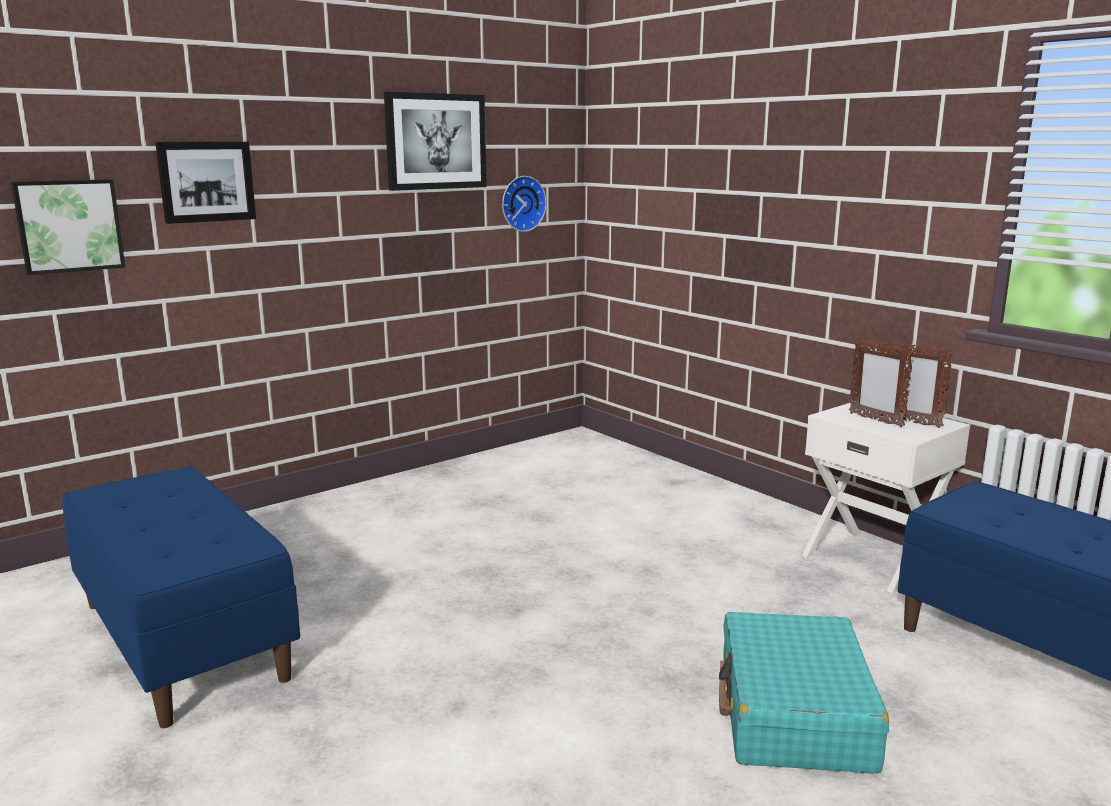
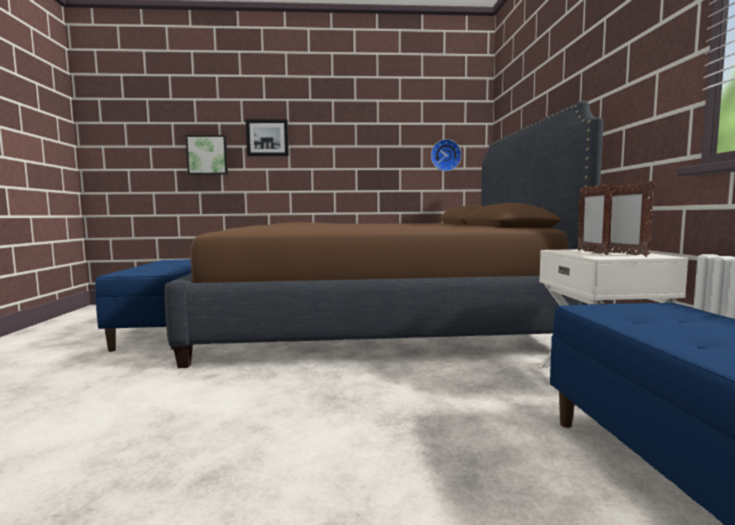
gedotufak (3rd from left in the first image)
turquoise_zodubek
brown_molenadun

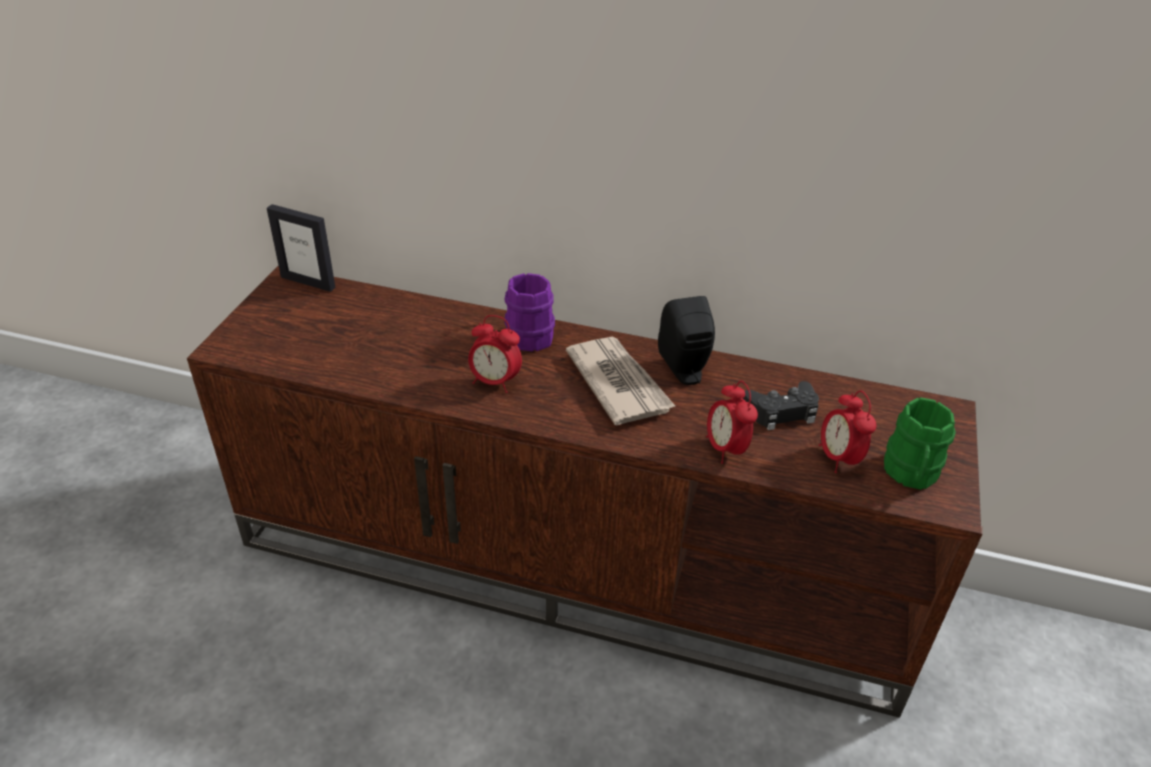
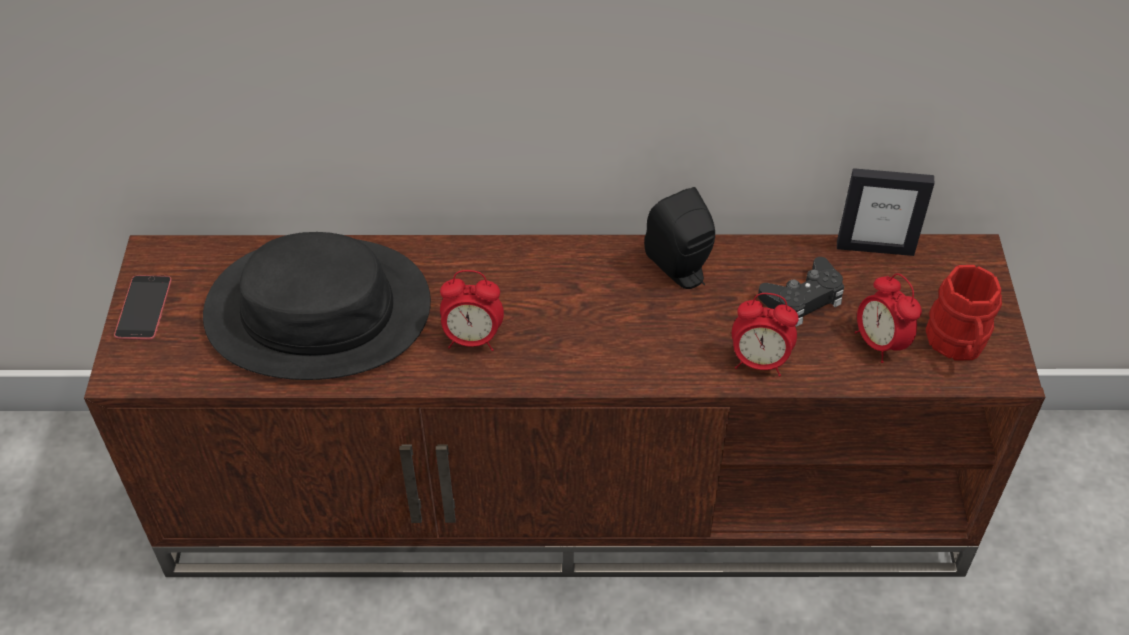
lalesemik
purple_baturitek
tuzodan
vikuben (2nd from left)
red_baturitek
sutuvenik
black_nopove

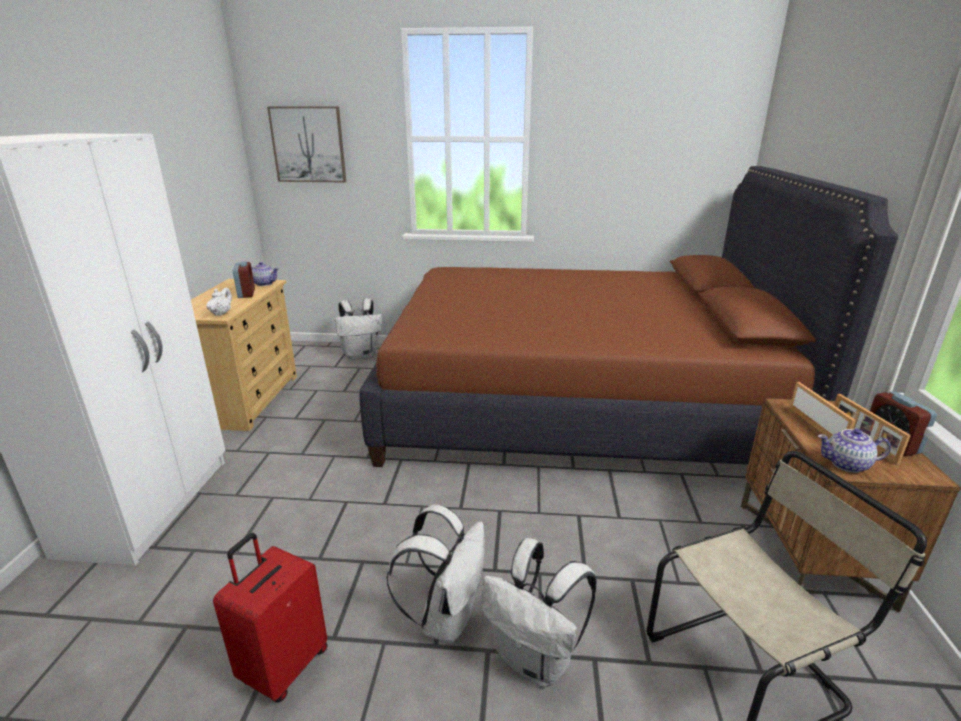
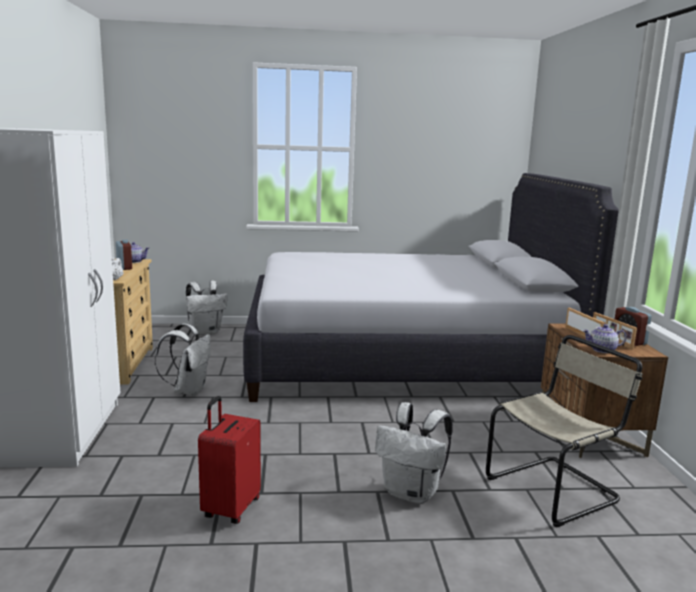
gedotufak
white_molenadun
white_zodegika (1st from left)

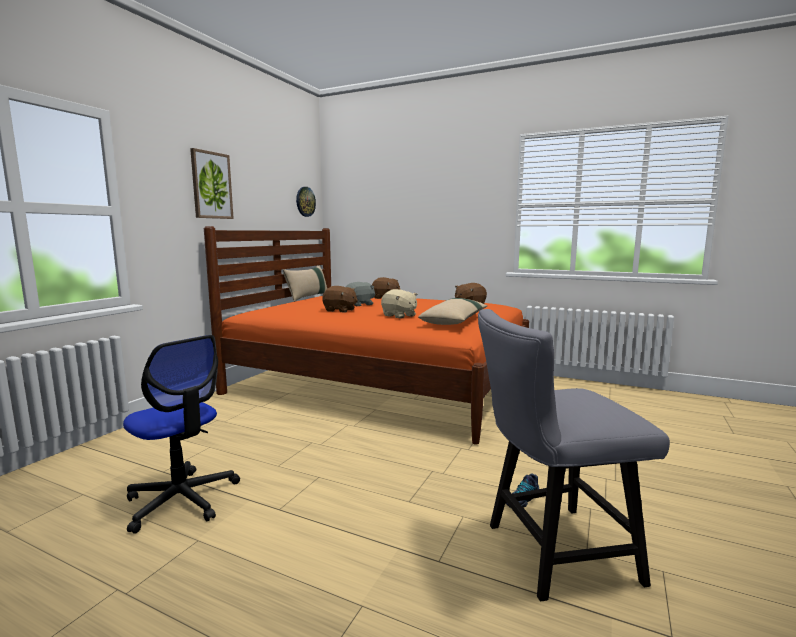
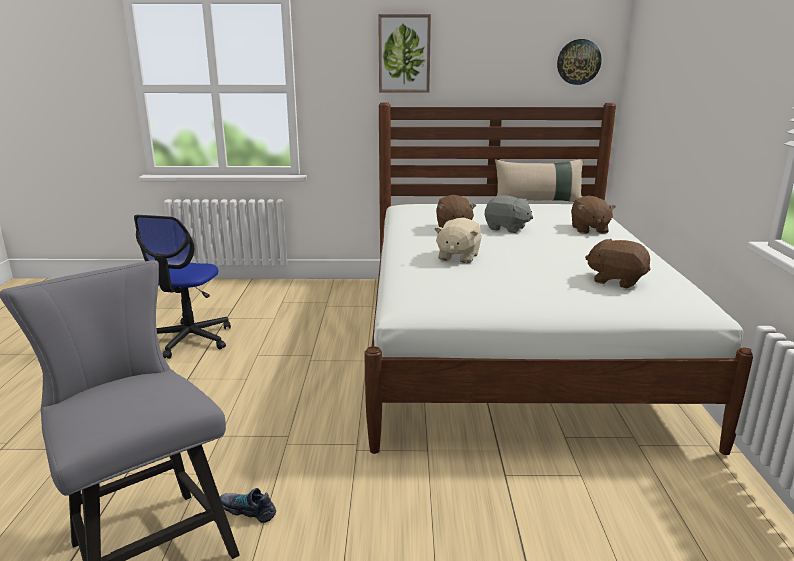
white_molenadun
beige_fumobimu (2nd from left in the first image)

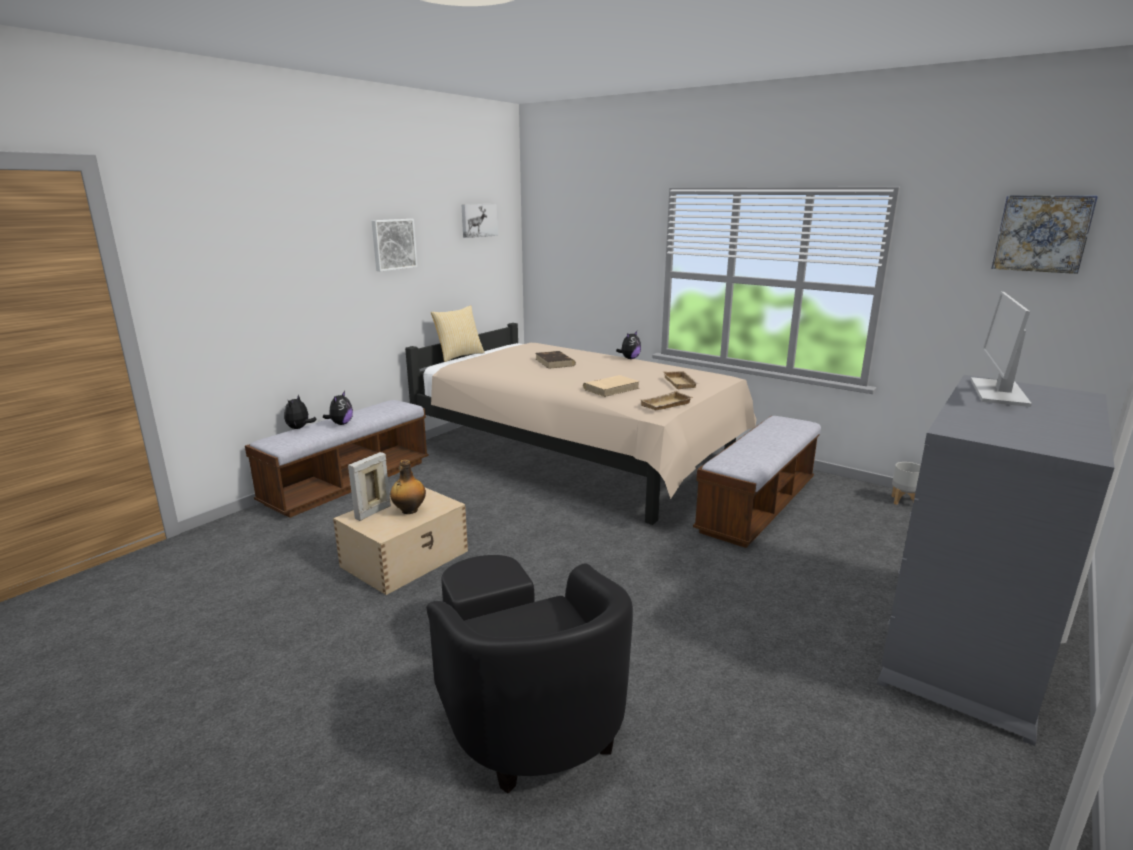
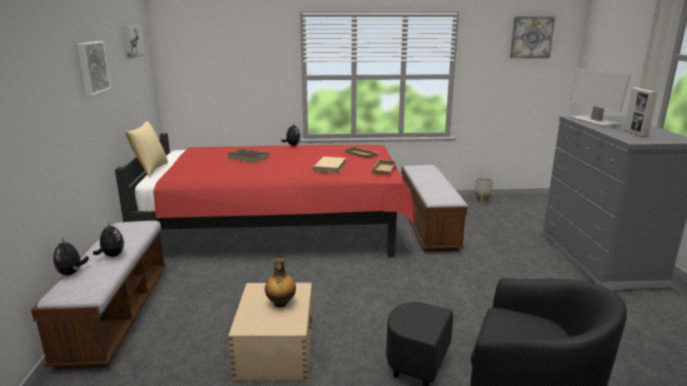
lalesemik
red_molenadun

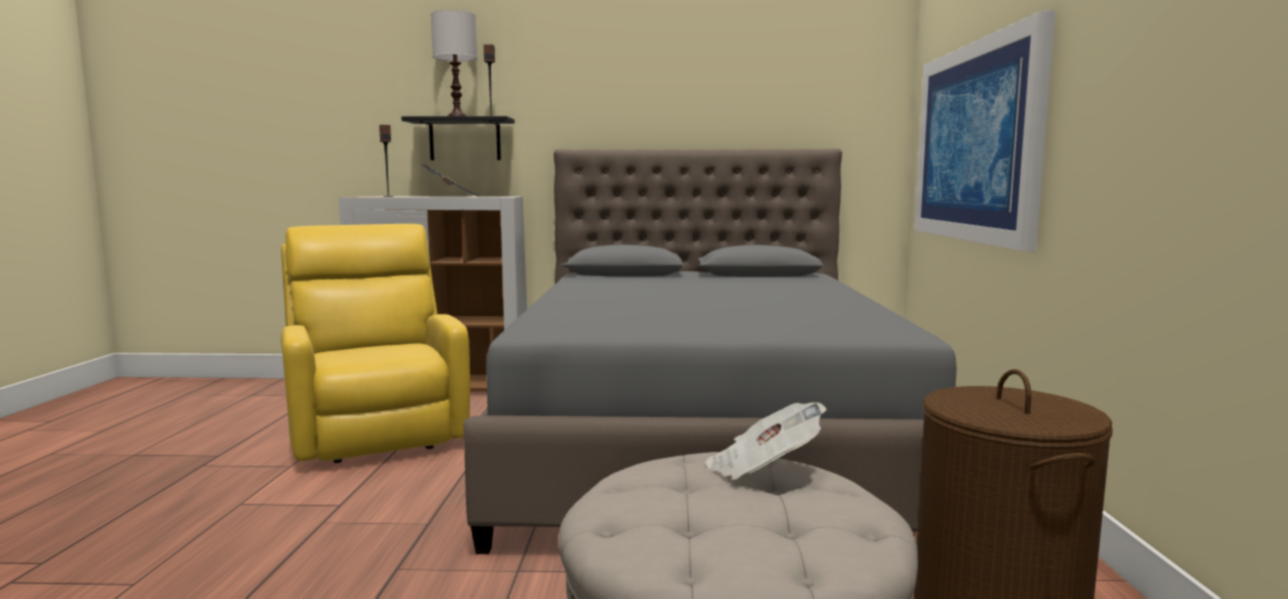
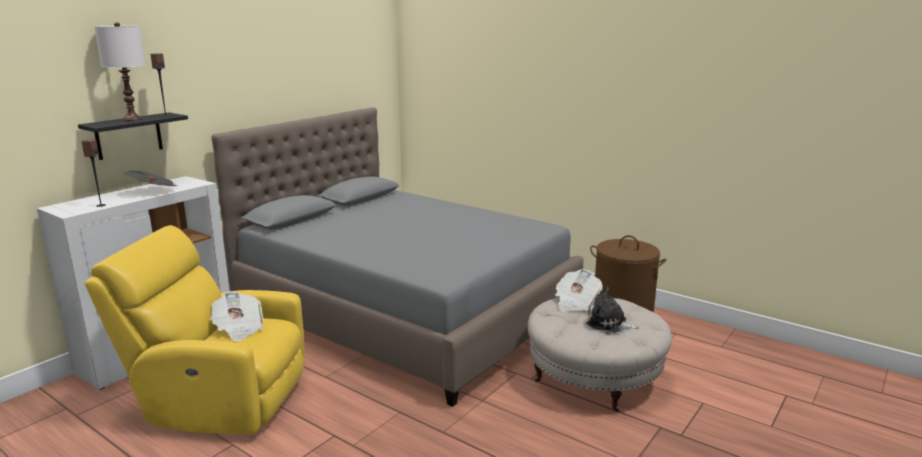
gedotufak
tuzodan (2nd from left)
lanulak

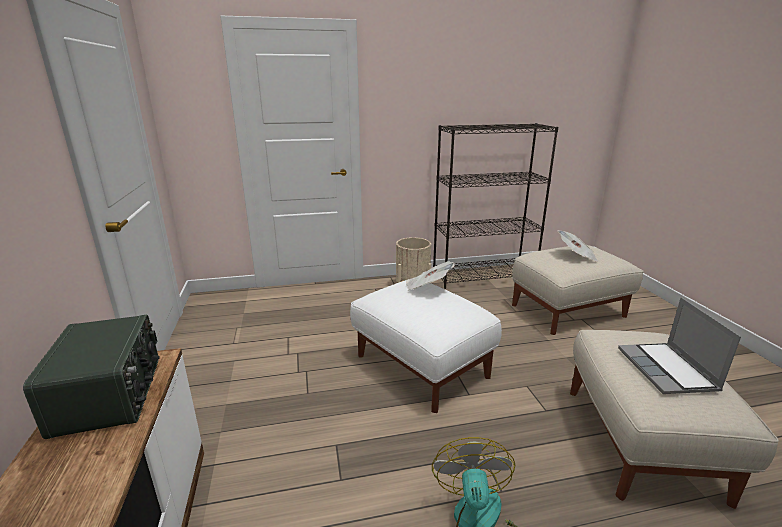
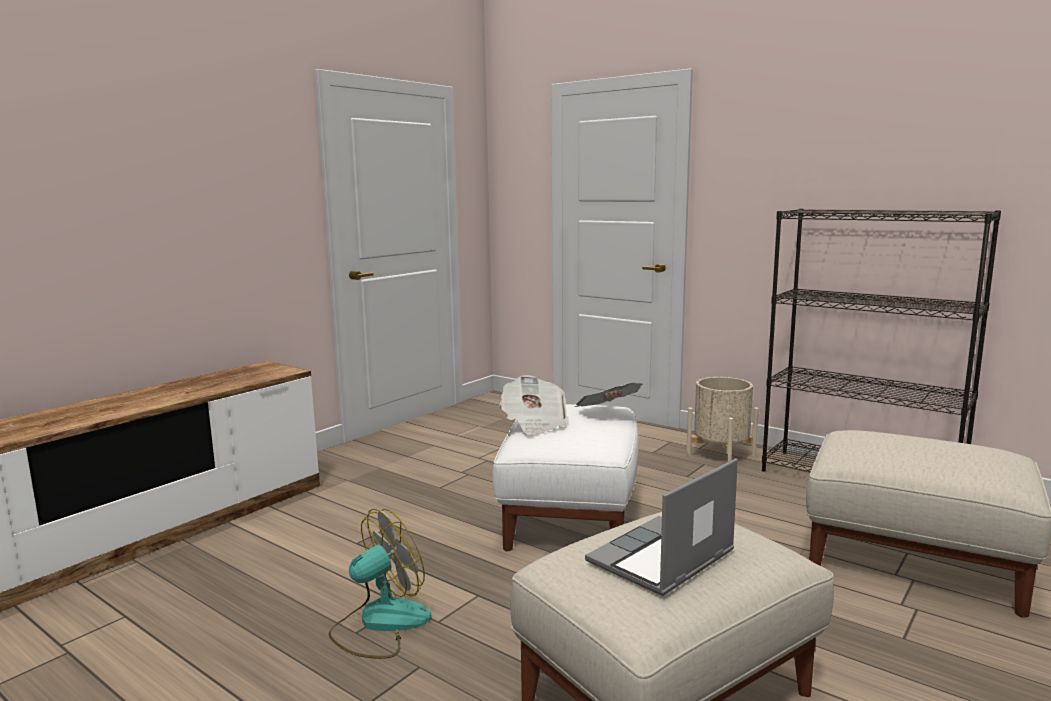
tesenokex
tuzodan (1st from left)

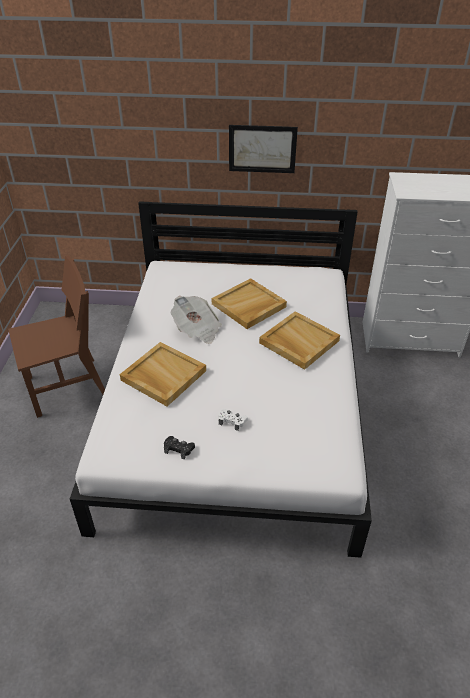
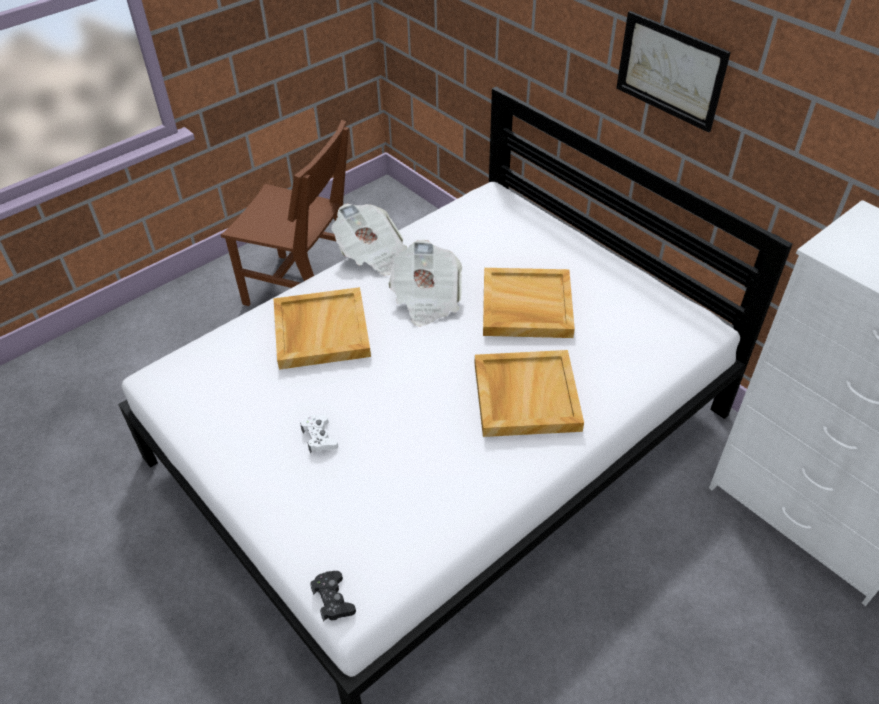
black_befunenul
tuzodan (1st from left)

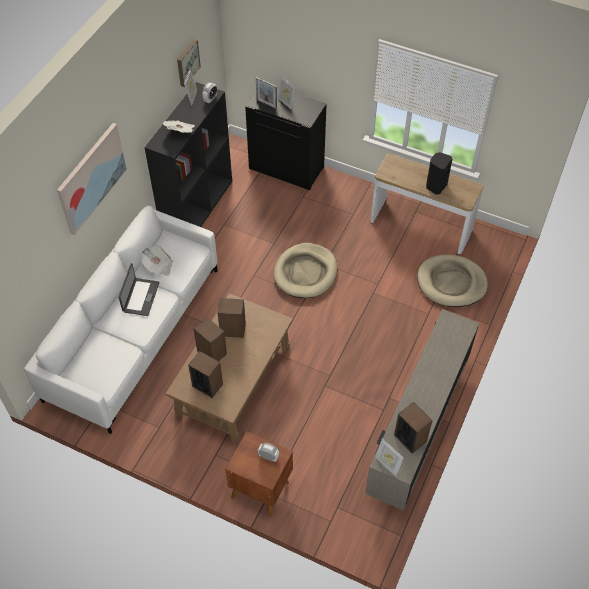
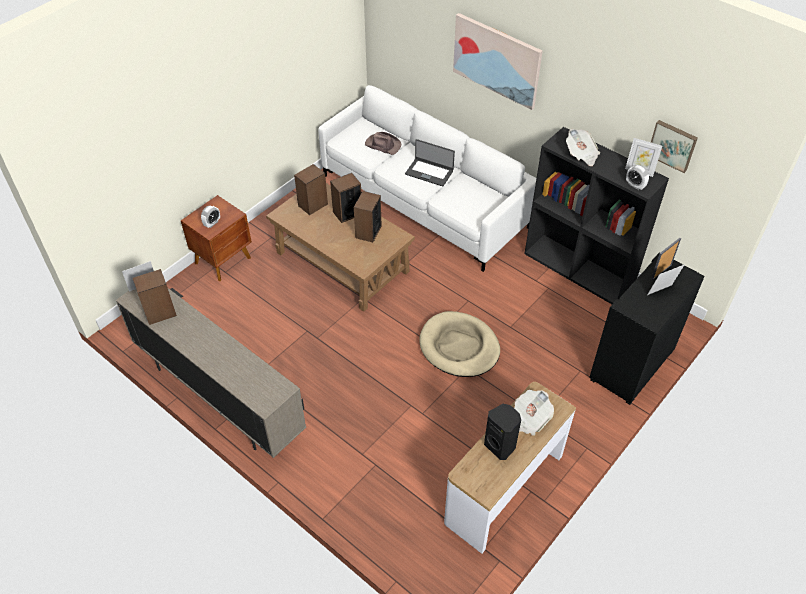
tuzodan (1st from left)
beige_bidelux (2nd from left in the first image)
brown_nopove

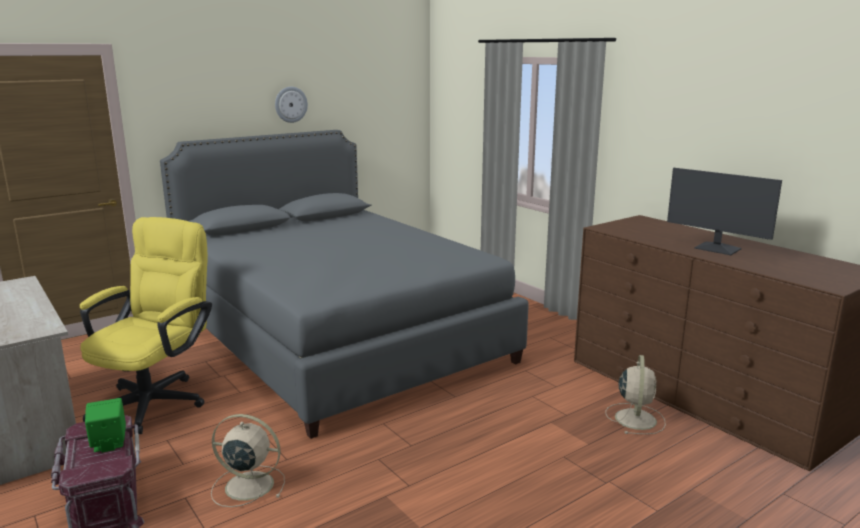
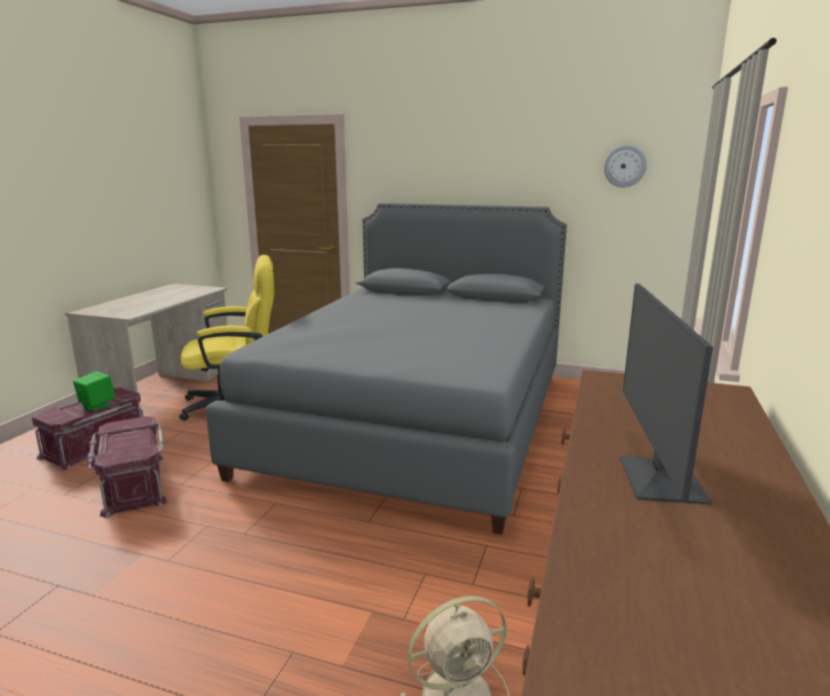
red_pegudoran (2nd from left)
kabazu

